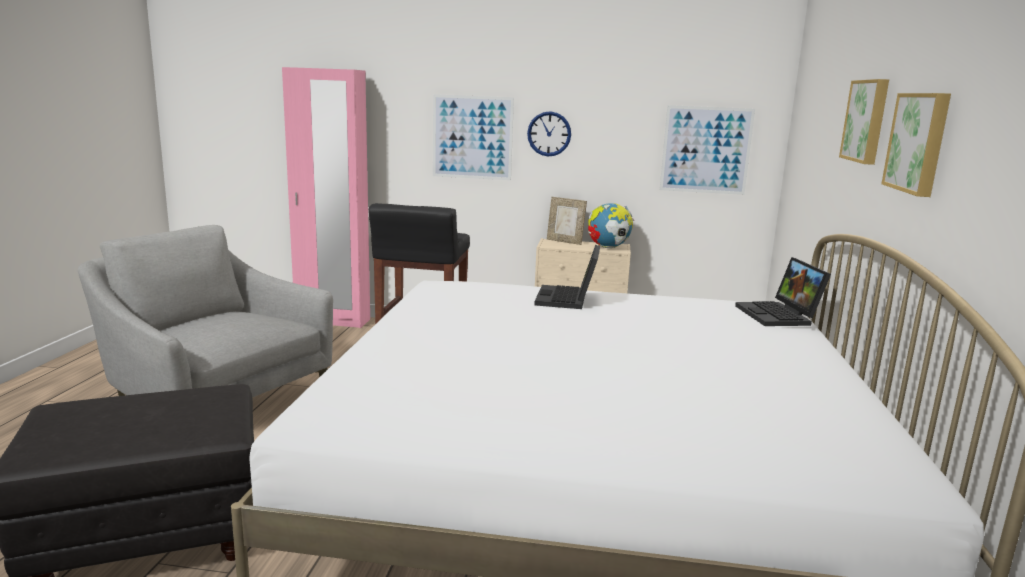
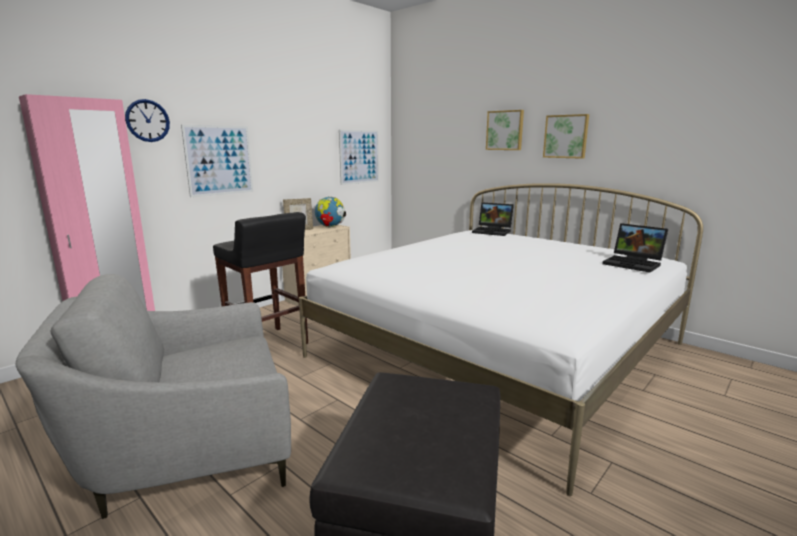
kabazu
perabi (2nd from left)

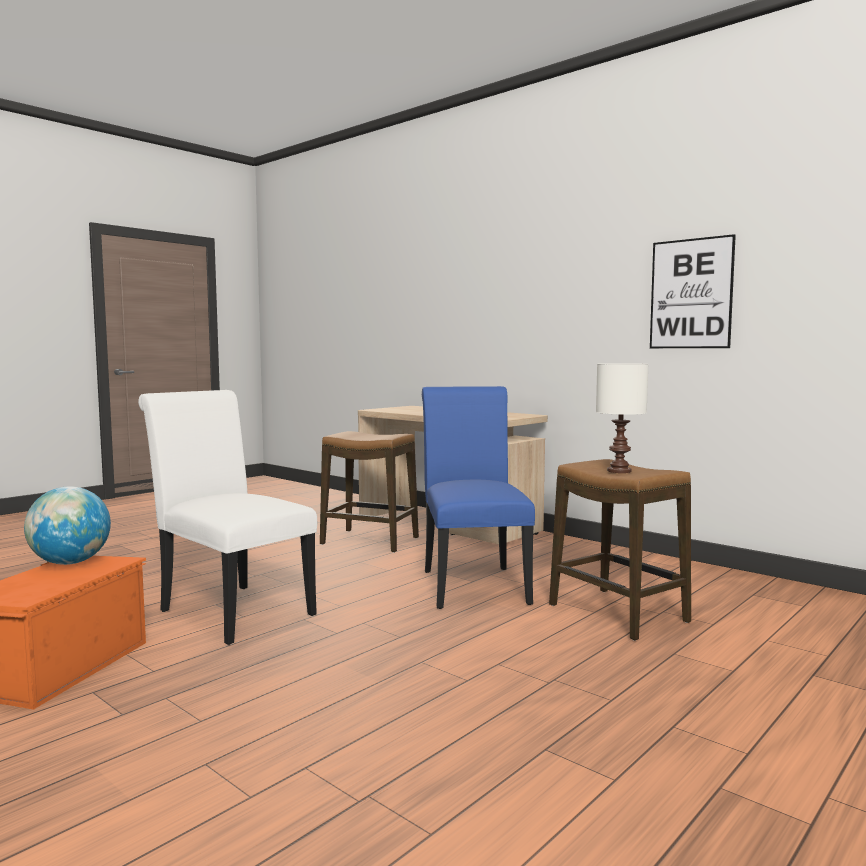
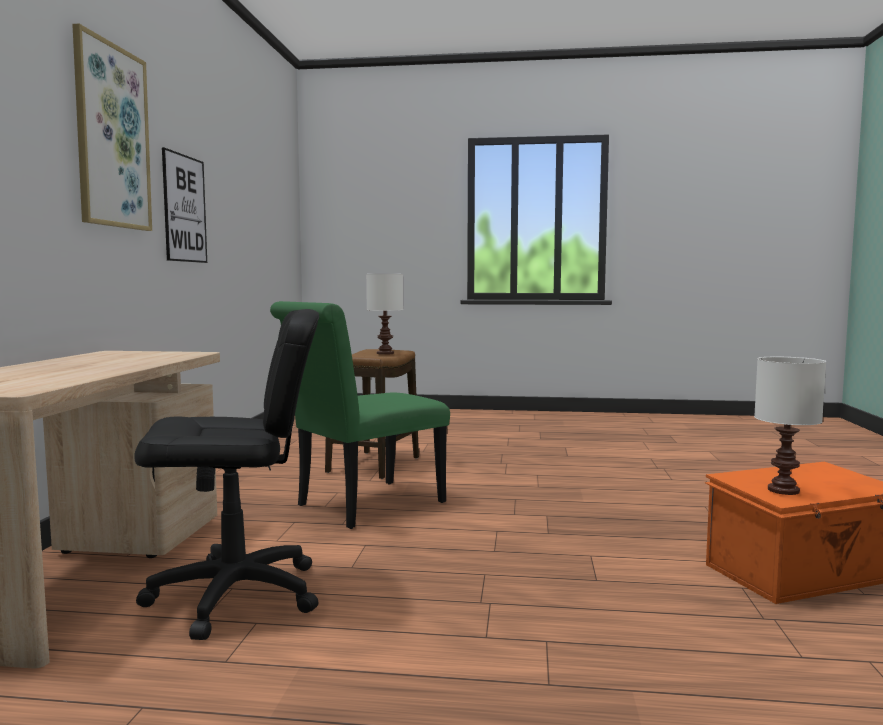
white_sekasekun (2nd from left)
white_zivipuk
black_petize
green_zivipuk
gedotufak (1st from left)

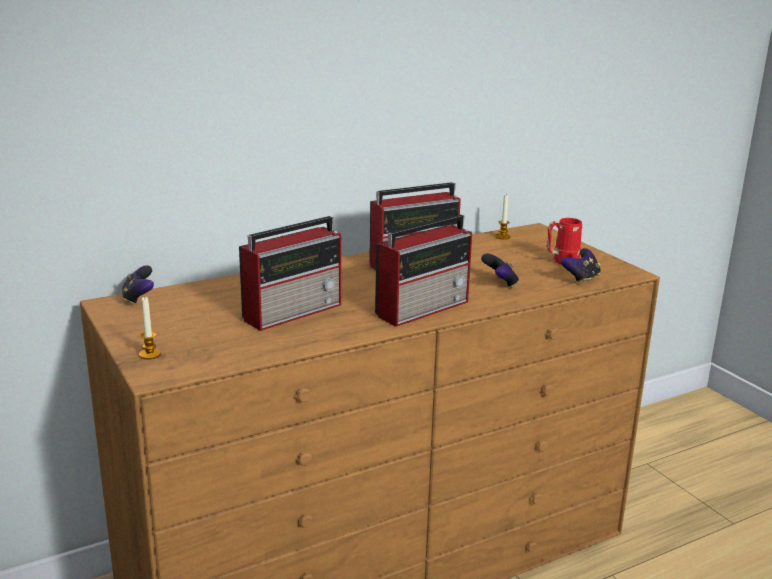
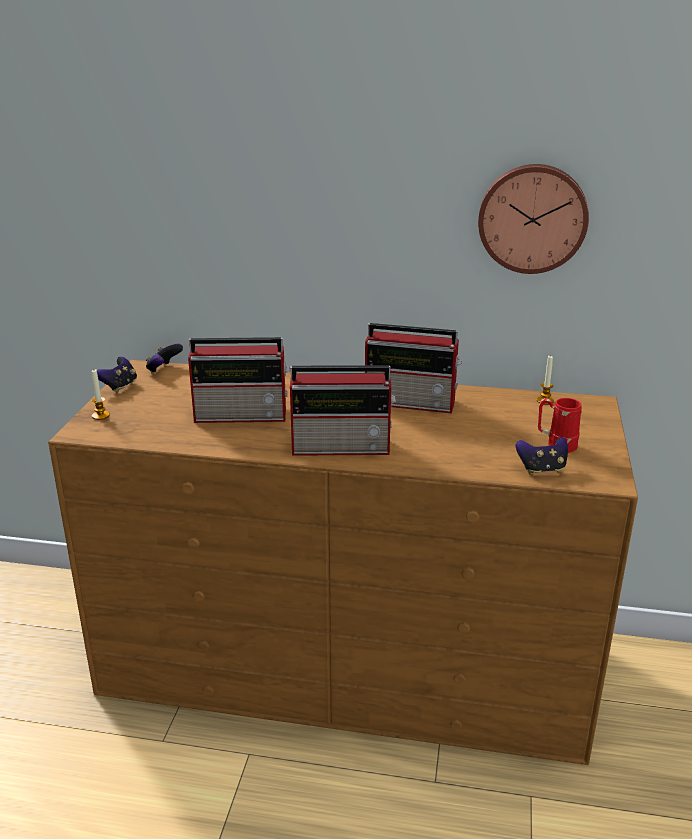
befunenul (1st from left)
kabazu

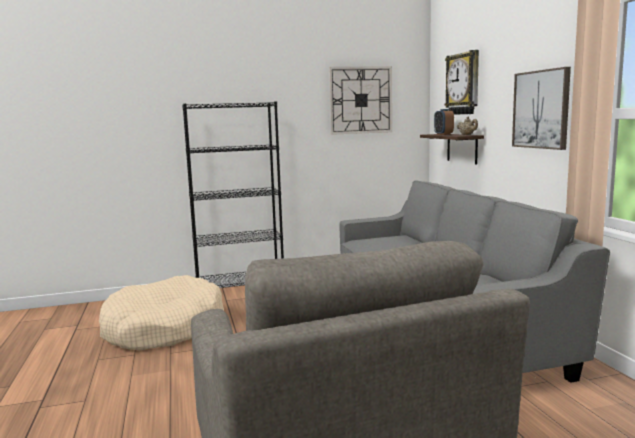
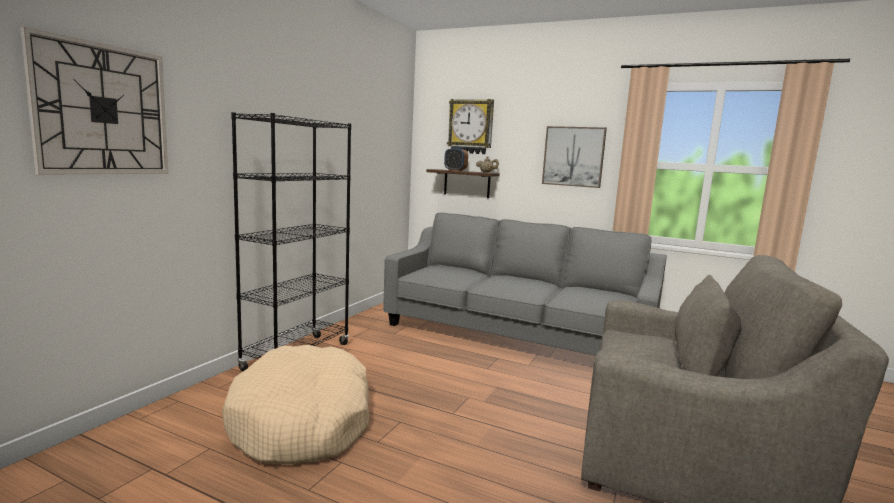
kabazu (1st from left)

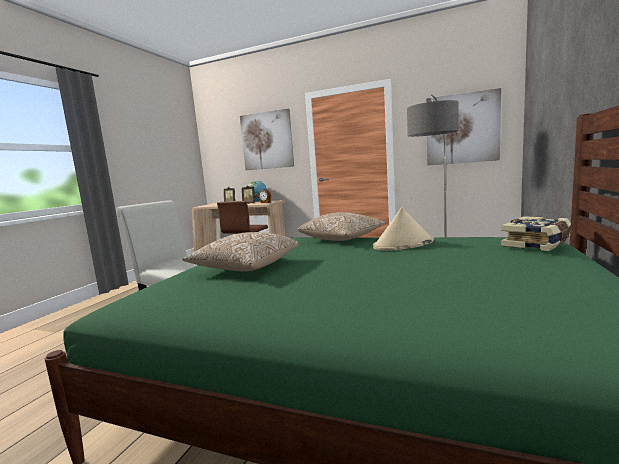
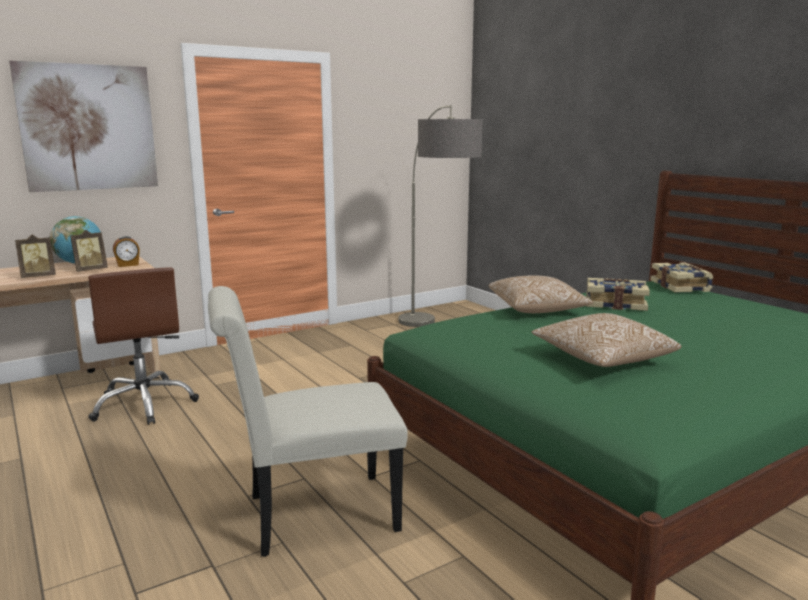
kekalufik (1st from left)
gedotufak (2nd from left in the first image)

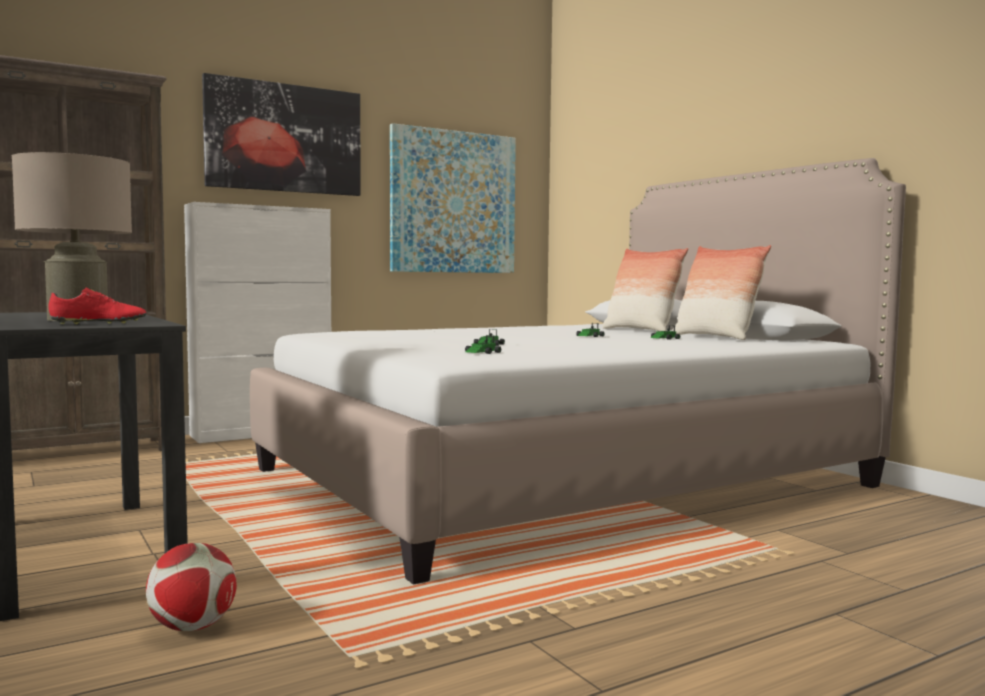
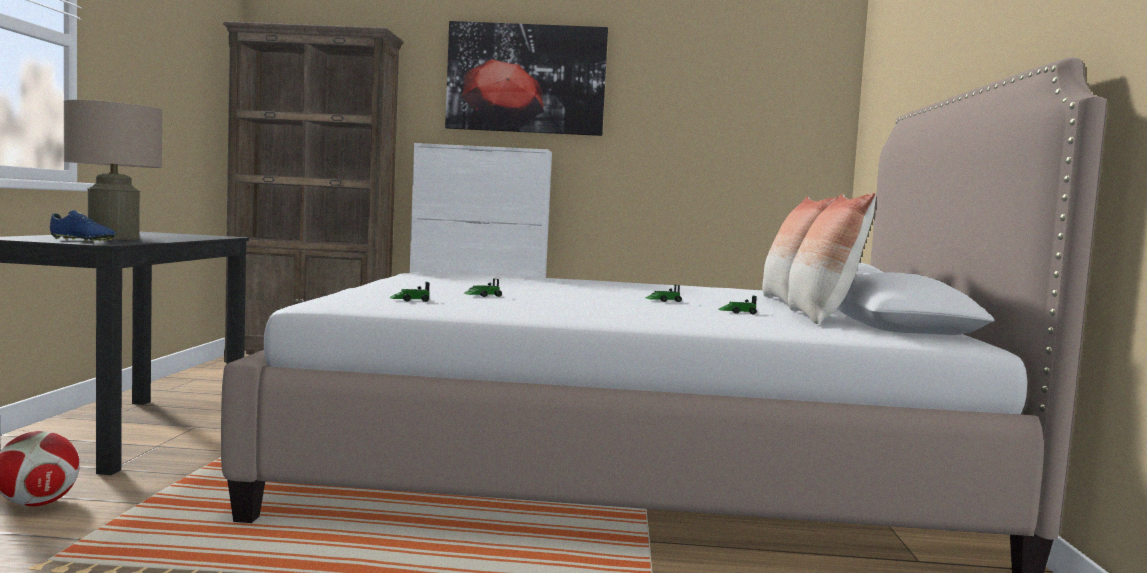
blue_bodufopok
gedotufak (2nd from left in the first image)

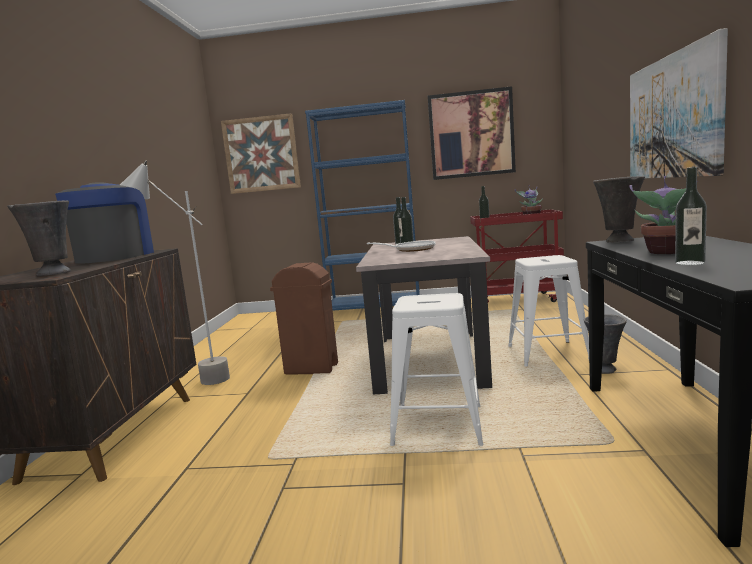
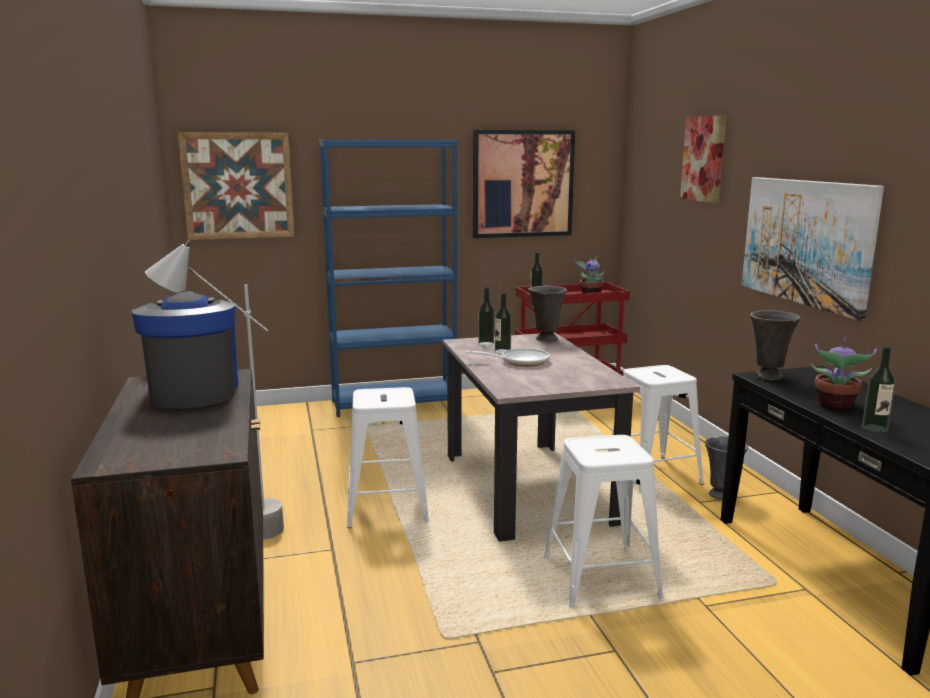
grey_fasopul (1st from left)
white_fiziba (1st from left)
gedotufak (3rd from left)

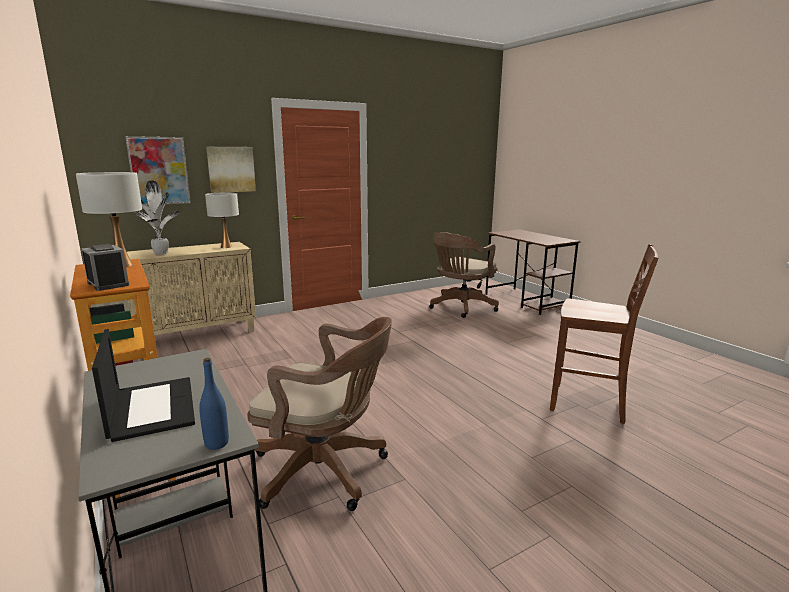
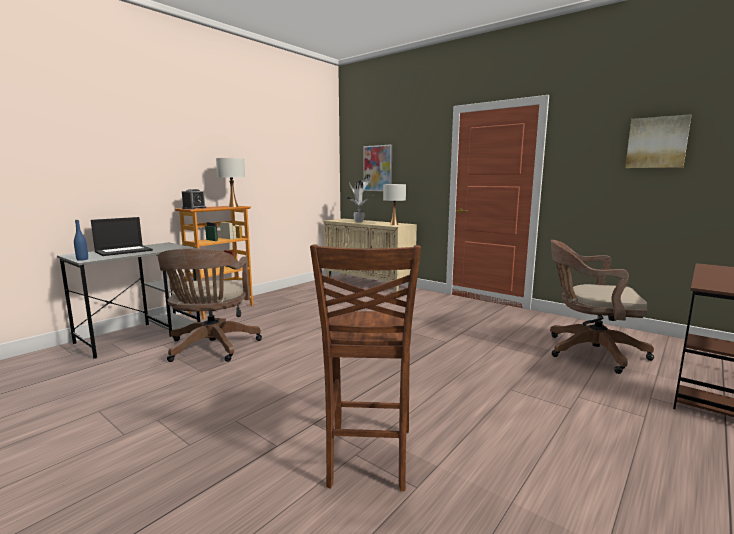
gedotufak (2nd from left)

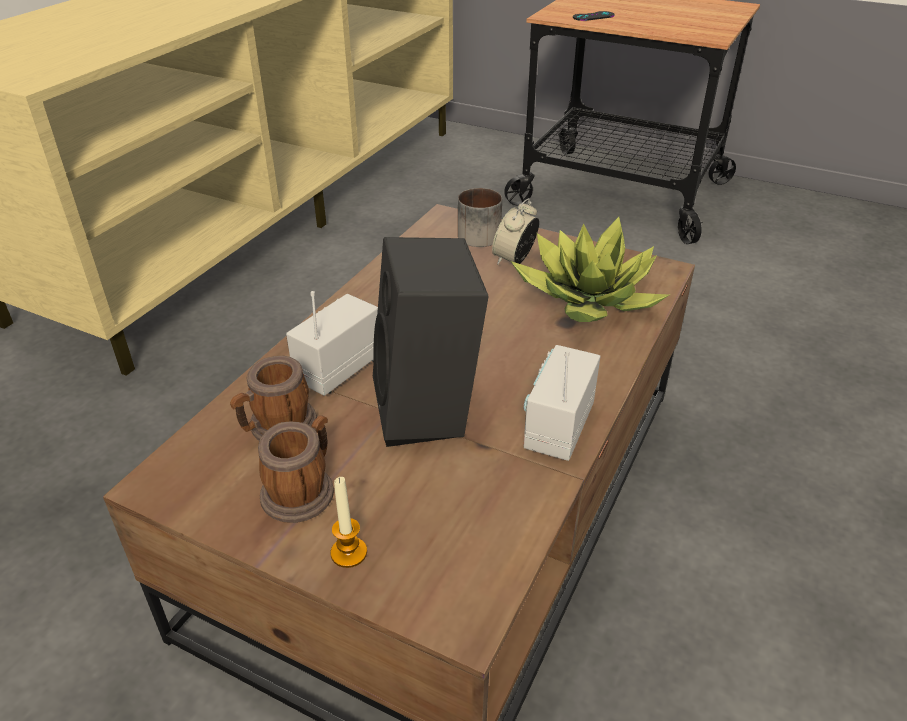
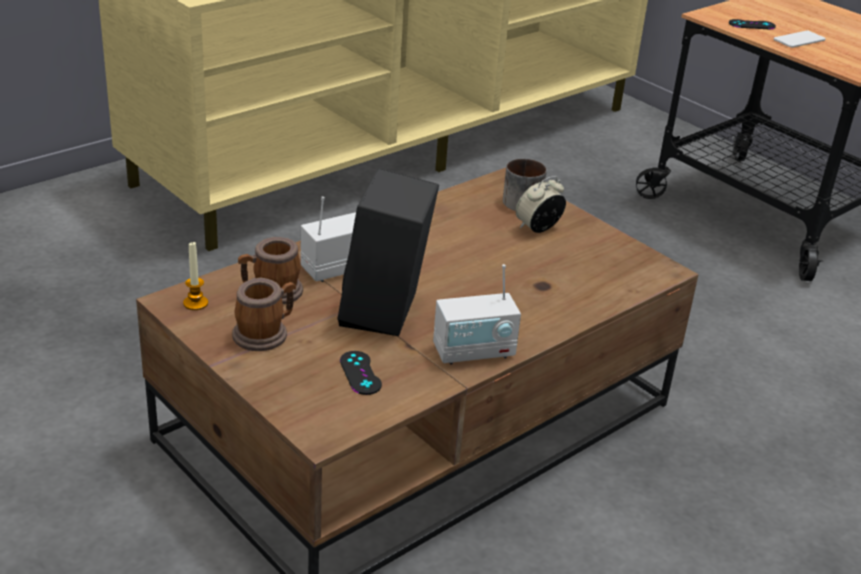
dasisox
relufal
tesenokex (2nd from left)
black_befunenul (1st from left)
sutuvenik

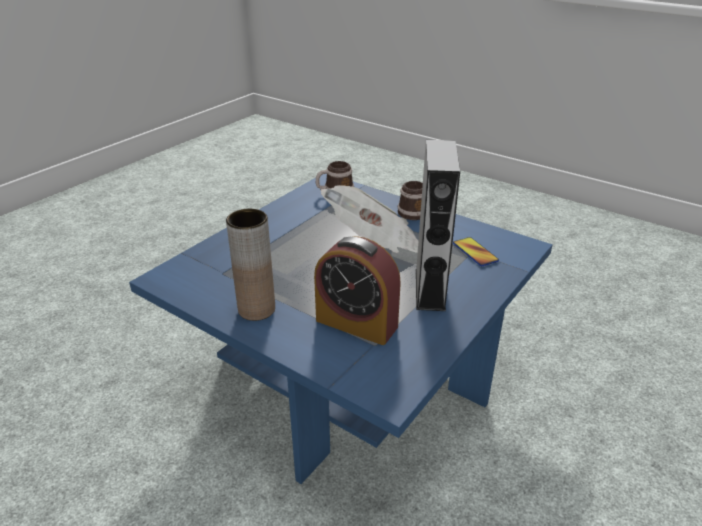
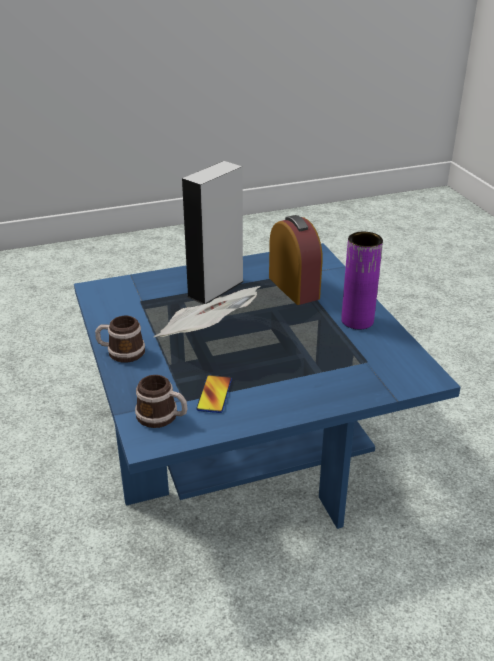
purple_fasopul
sutuvenik

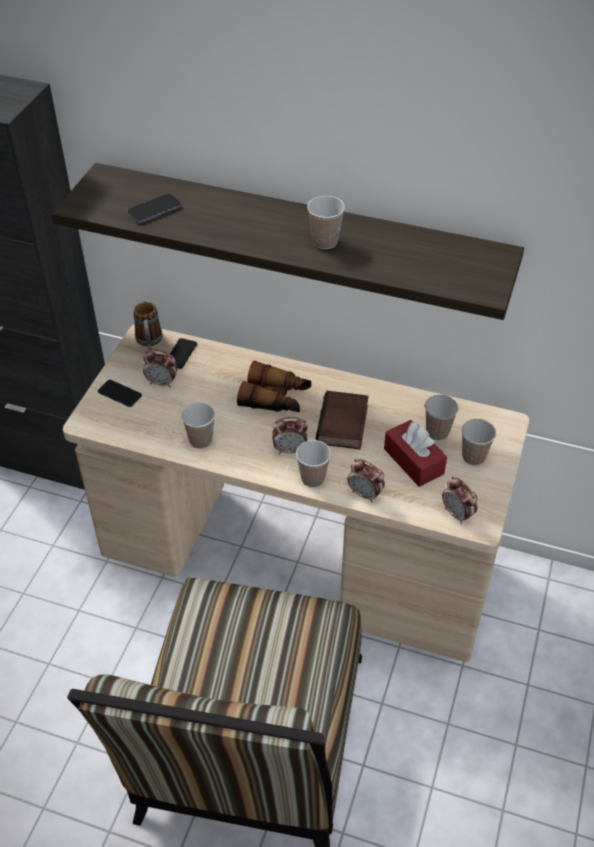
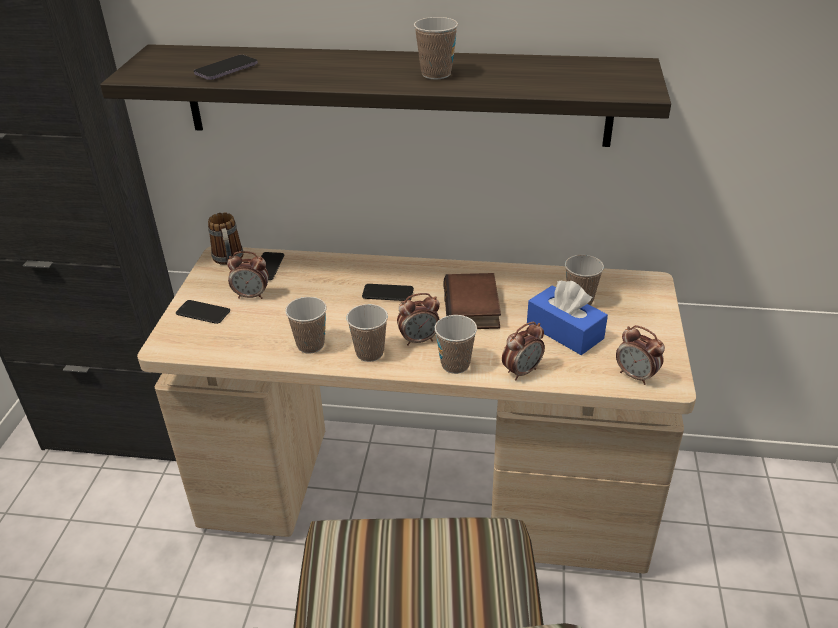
sutuvenik (4th from left)
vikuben (3rd from left)
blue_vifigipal
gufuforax (2nd from left)

